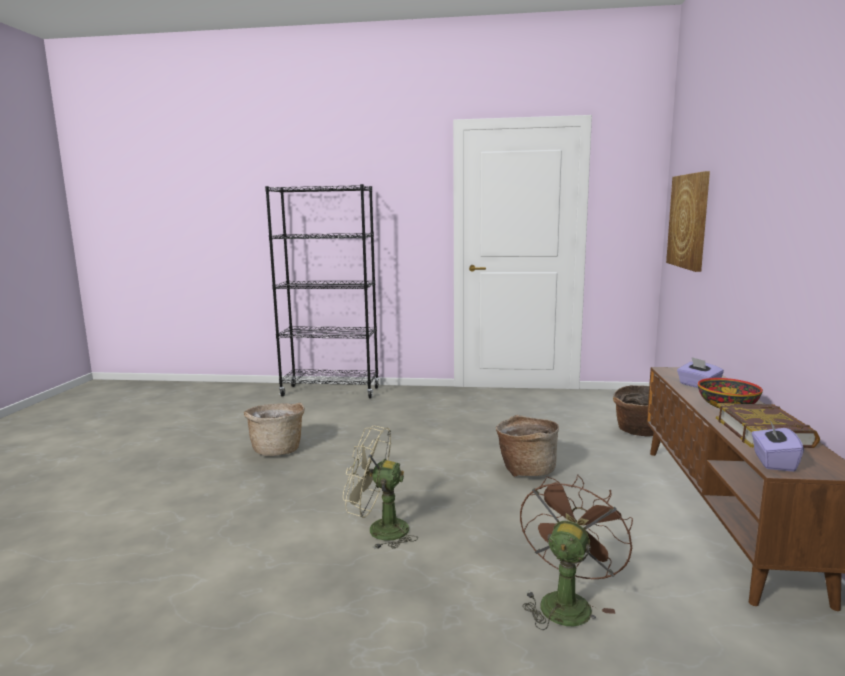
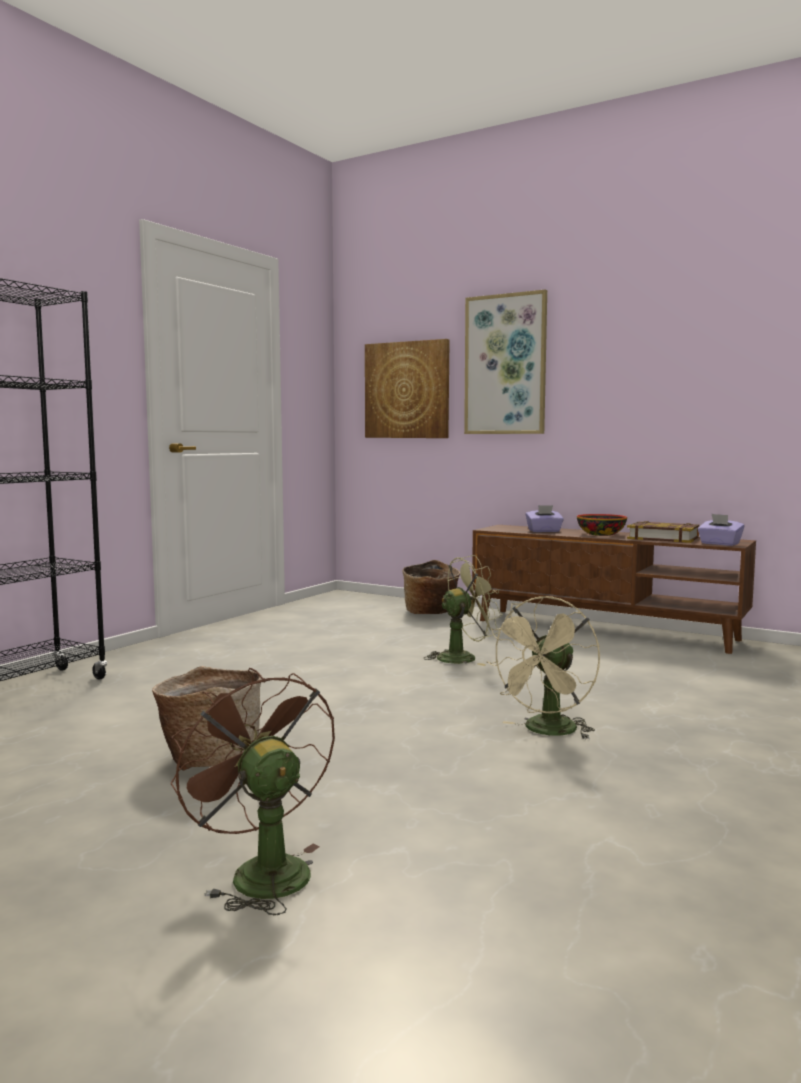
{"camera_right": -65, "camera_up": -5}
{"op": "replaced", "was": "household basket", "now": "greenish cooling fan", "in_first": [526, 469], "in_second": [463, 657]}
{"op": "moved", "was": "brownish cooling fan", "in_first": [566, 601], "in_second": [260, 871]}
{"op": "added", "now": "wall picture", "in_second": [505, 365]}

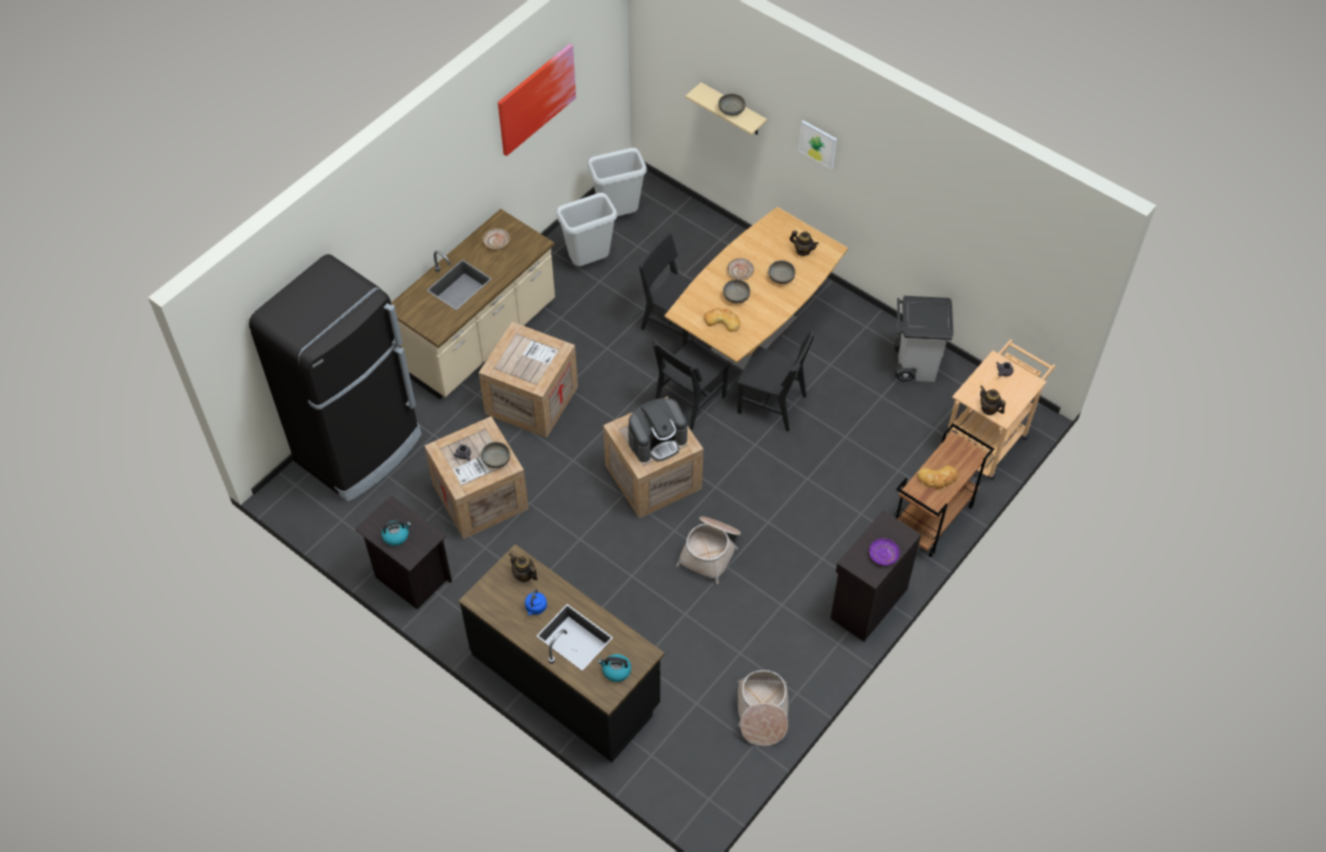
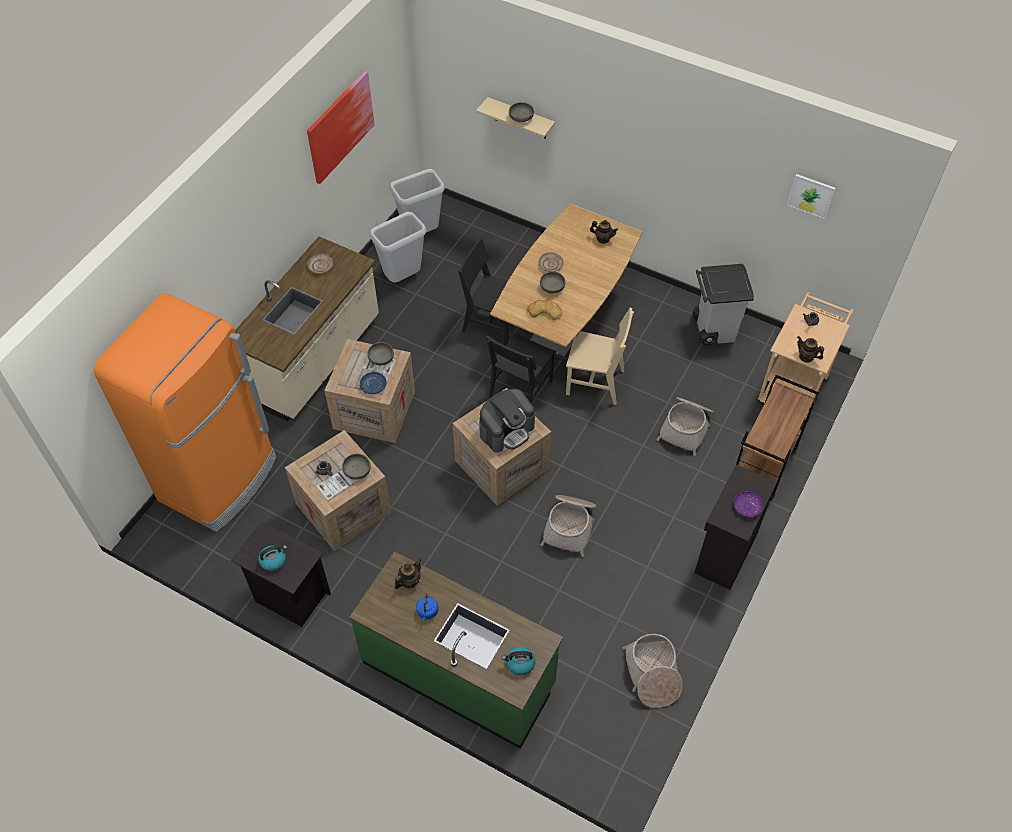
{"camera_right": -10, "camera_up": 0}
{"op": "moved", "was": "wall picture", "in_first": [818, 144], "in_second": [811, 196]}
{"op": "recoloured", "was": "black refrigerator", "now": "orange-coloured refrigerator", "in_first": [360, 449], "in_second": [219, 479]}
{"op": "moved", "was": "gray deep dish", "in_first": [781, 277], "in_second": [381, 359]}
{"op": "recoloured", "was": "black upright chair", "now": "beige-coloured upright chair", "in_first": [771, 404], "in_second": [595, 382]}
{"op": "removed", "was": "bread", "in_first": [938, 478]}
{"op": "recoloured", "was": "black kitchen counter", "now": "greenish kitchen counter", "in_first": [566, 679], "in_second": [459, 673]}
{"op": "turned", "was": "tea pot", "in_first": [524, 575], "in_second": [409, 581], "clockwise": 105}
{"op": "added", "now": "bluish plate", "in_second": [373, 385]}
{"op": "added", "now": "household basket", "in_second": [686, 427]}

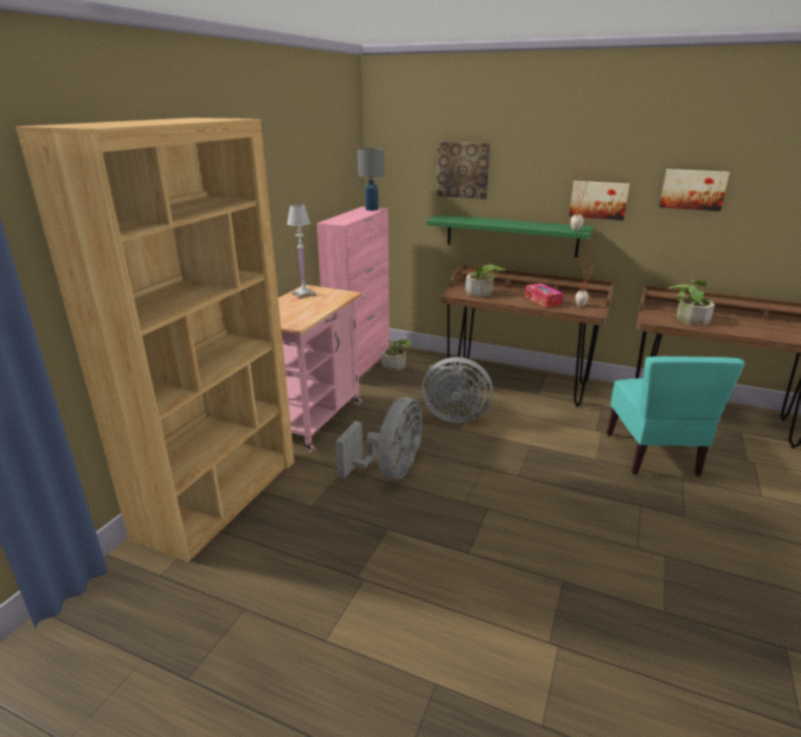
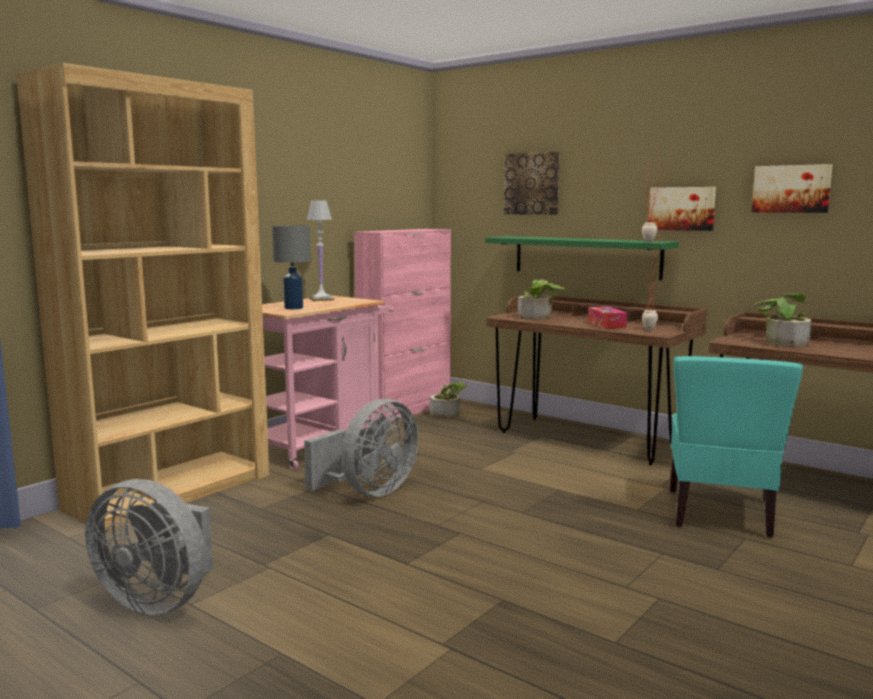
{"camera_right": 15, "camera_up": -15}
{"op": "moved", "was": "gray table lamp", "in_first": [371, 209], "in_second": [293, 308]}
{"op": "moved", "was": "gray cooling fan", "in_first": [453, 416], "in_second": [158, 601]}

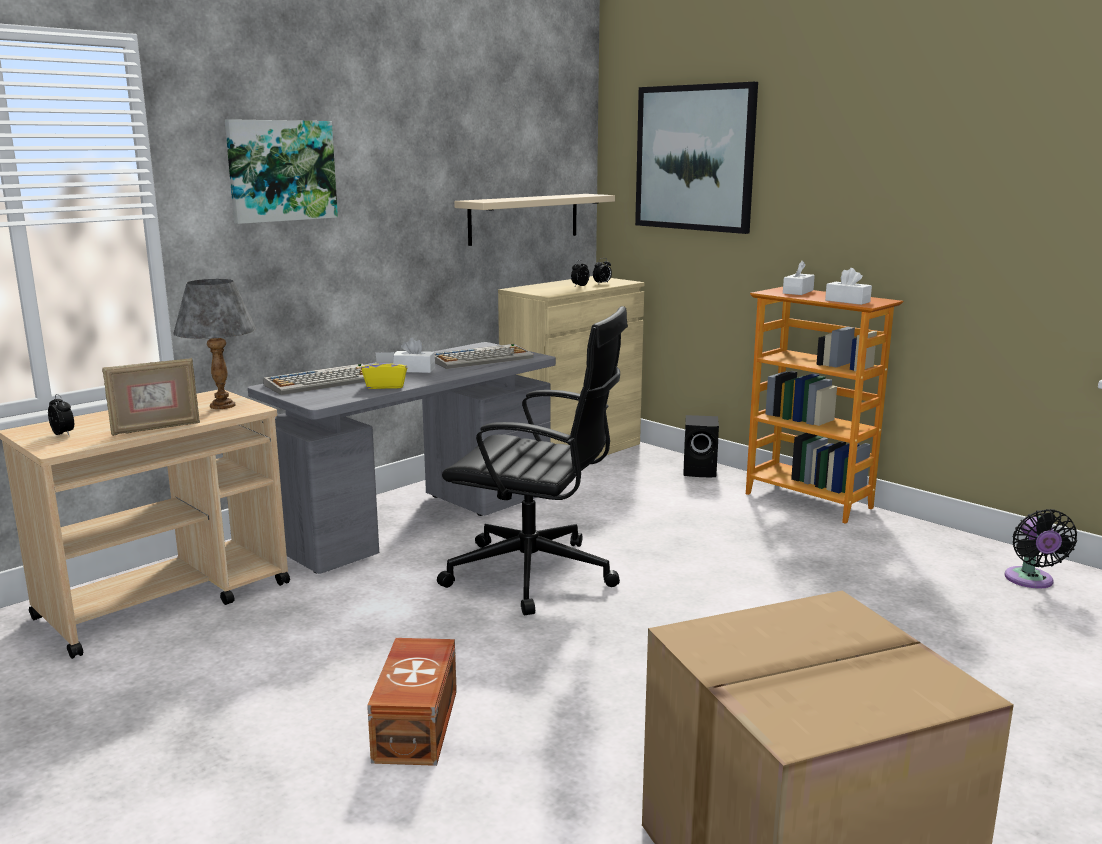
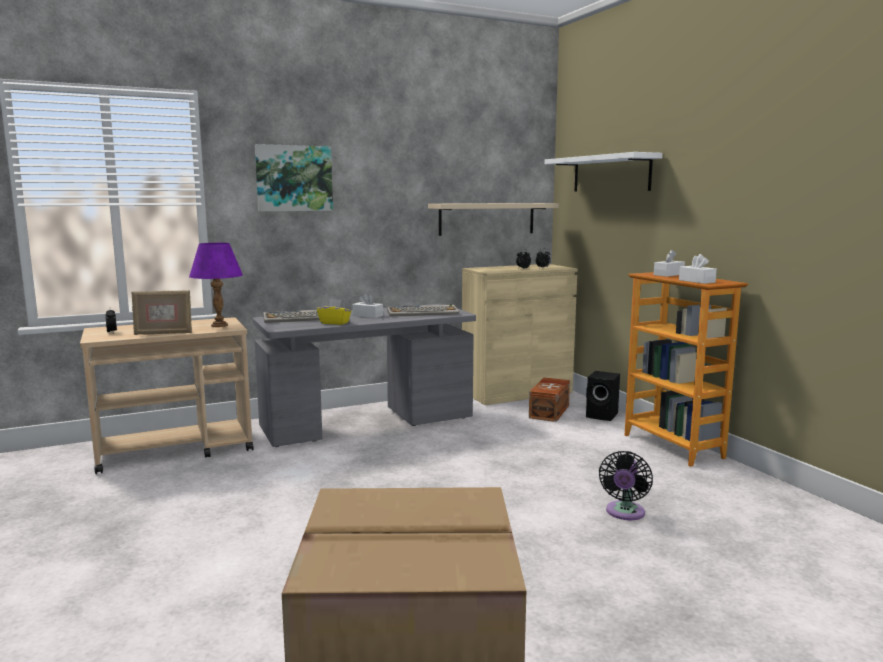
{"camera_right": 20, "camera_up": -5}
{"op": "replaced", "was": "wall picture", "now": "whitish wall shelf", "in_first": [694, 158], "in_second": [611, 174]}
{"op": "recoloured", "was": "gray table lamp", "now": "purple-coloured table lamp", "in_first": [222, 405], "in_second": [219, 325]}
{"op": "removed", "was": "black office chair", "in_first": [536, 575]}
{"op": "moved", "was": "black cooling fan", "in_first": [1030, 581], "in_second": [624, 513]}
{"op": "moved", "was": "brownish storage container", "in_first": [418, 724], "in_second": [550, 411]}

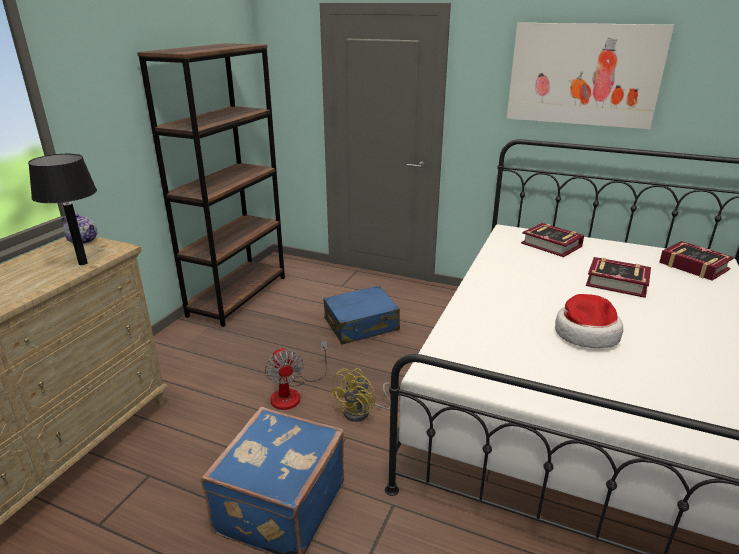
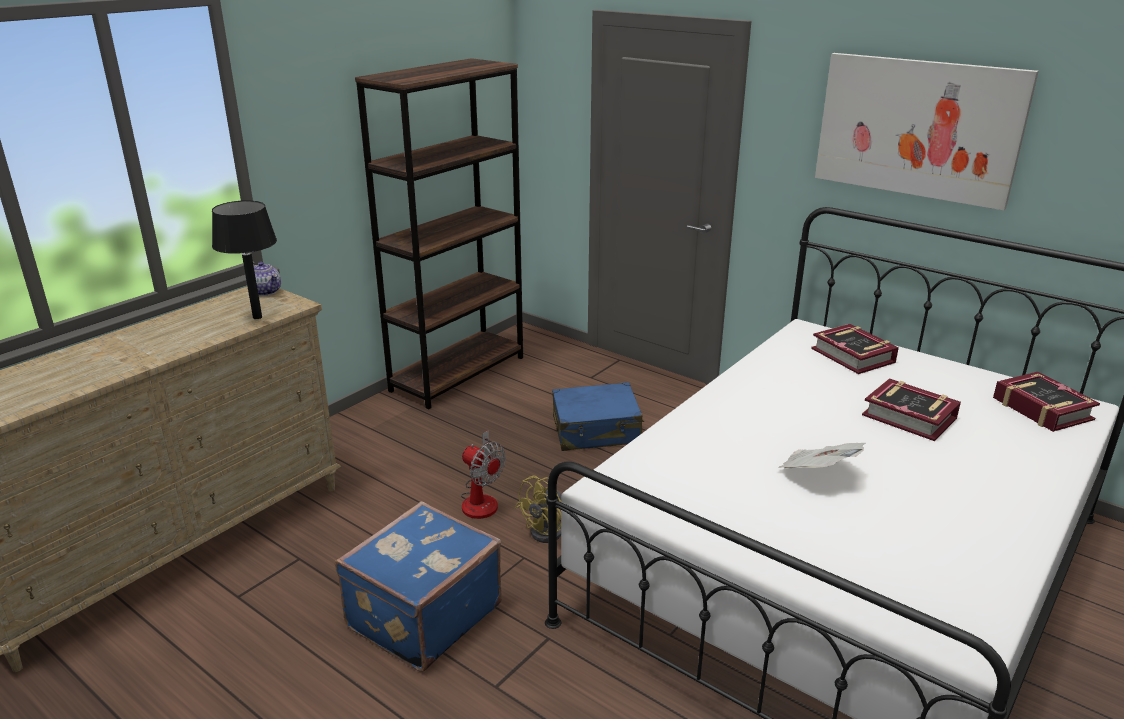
{"camera_right": 15, "camera_up": 0}
{"op": "replaced", "was": "hat", "now": "newspaper", "in_first": [585, 333], "in_second": [818, 473]}
{"op": "turned", "was": "cooling fan", "in_first": [293, 393], "in_second": [481, 499], "clockwise": -45}

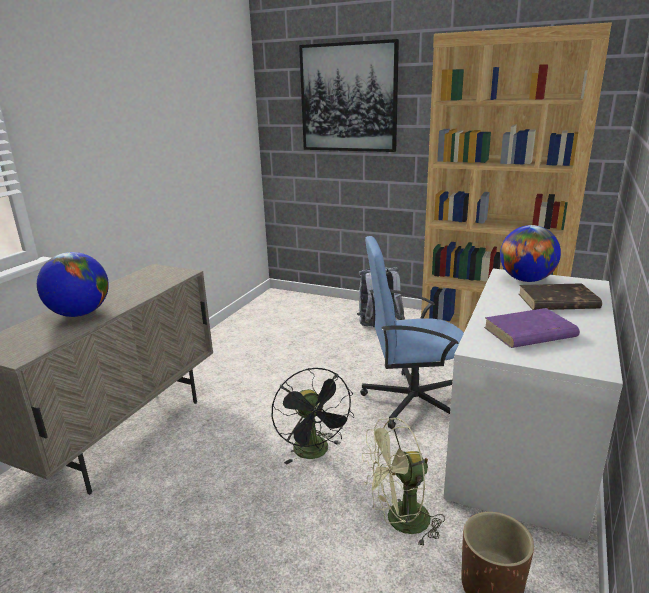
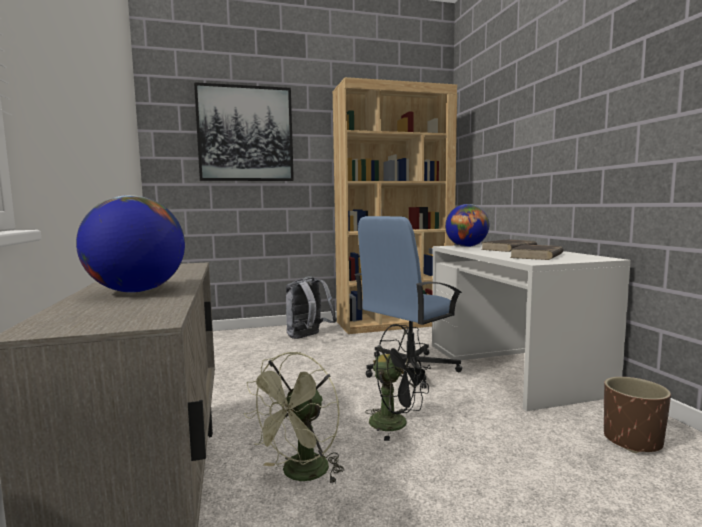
{"camera_right": -40, "camera_up": -15}
{"op": "recoloured", "was": "purple-coloured book", "now": "brownish book", "in_first": [529, 333], "in_second": [537, 256]}
{"op": "moved", "was": "greenish cooling fan", "in_first": [400, 522], "in_second": [300, 475]}

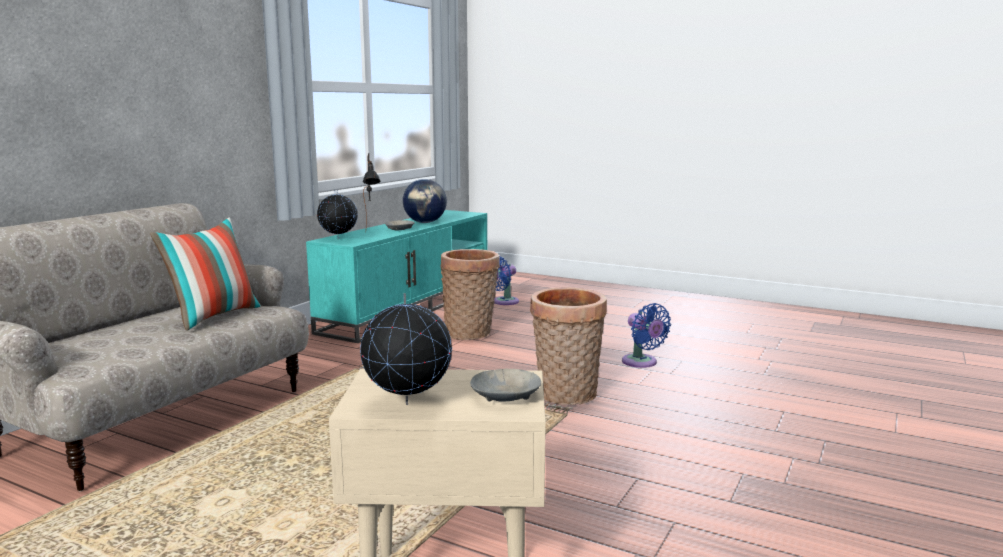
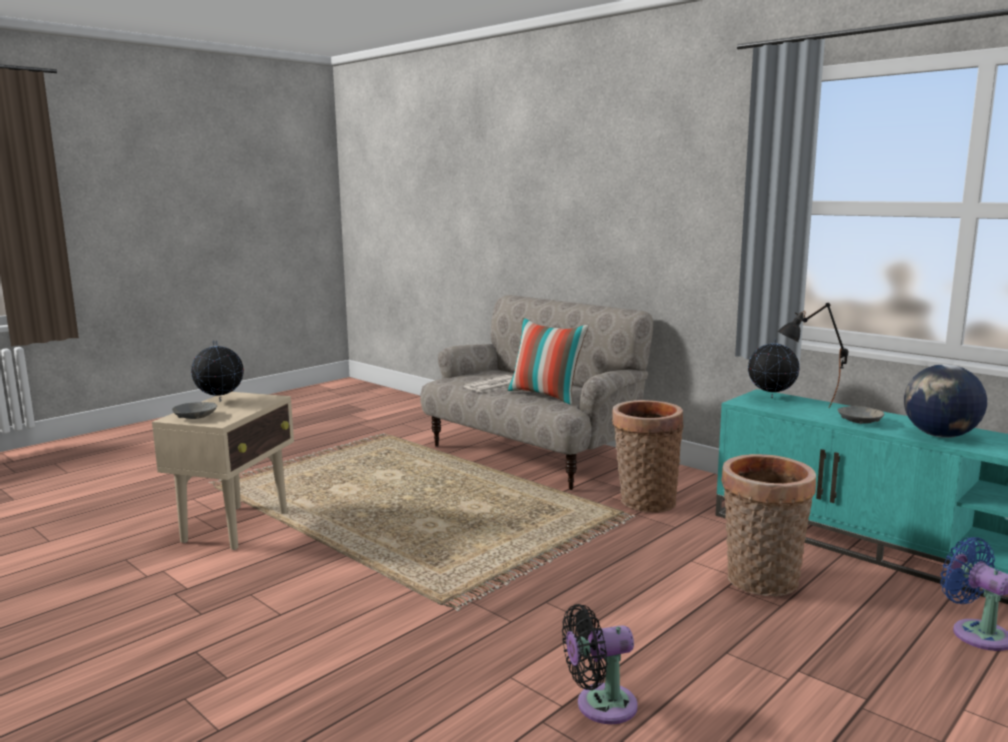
{"camera_right": 105, "camera_up": 0}
{"op": "moved", "was": "household basket", "in_first": [566, 396], "in_second": [644, 501]}
{"op": "recoloured", "was": "bluish cooling fan", "now": "black cooling fan", "in_first": [642, 363], "in_second": [600, 706]}
{"op": "added", "now": "newspaper", "in_second": [493, 385]}

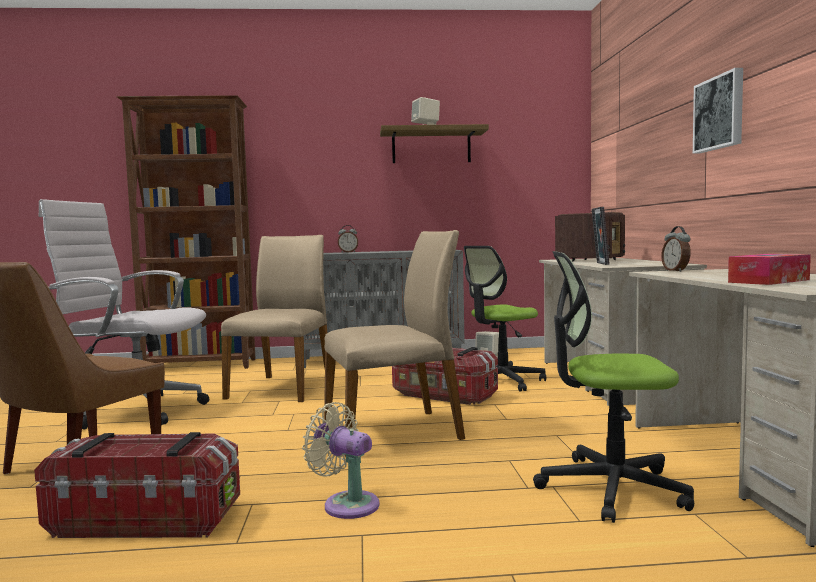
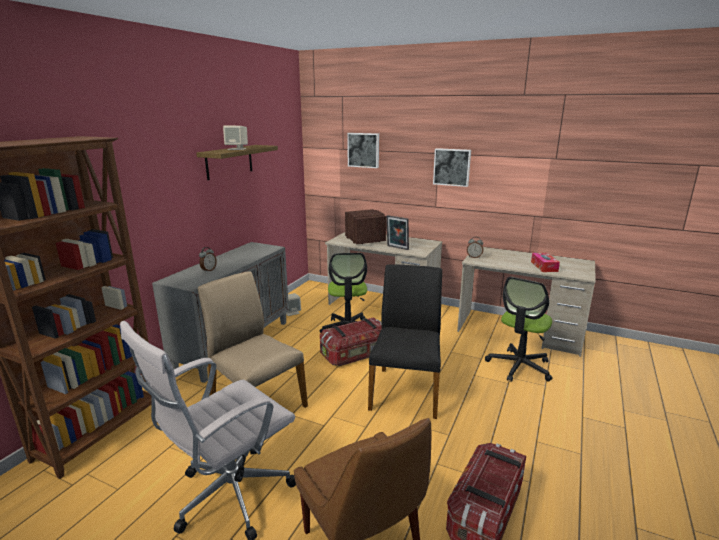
{"camera_right": -60, "camera_up": 15}
{"op": "recoloured", "was": "beige-coloured upright chair", "now": "black upright chair", "in_first": [394, 431], "in_second": [406, 391]}
{"op": "removed", "was": "beige-coloured cooling fan", "in_first": [346, 504]}
{"op": "added", "now": "wall picture", "in_second": [363, 150]}

